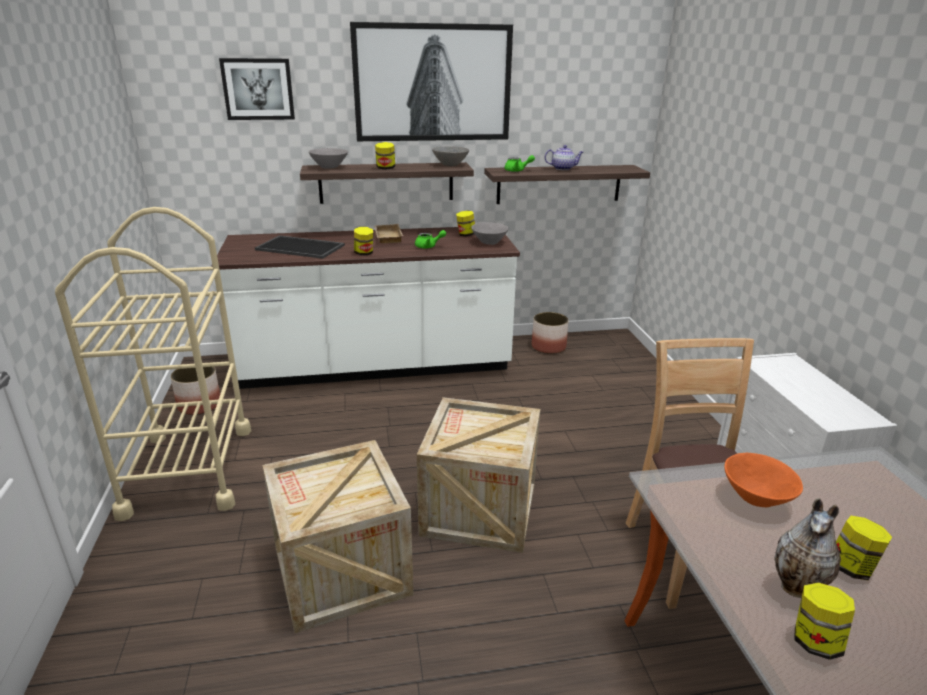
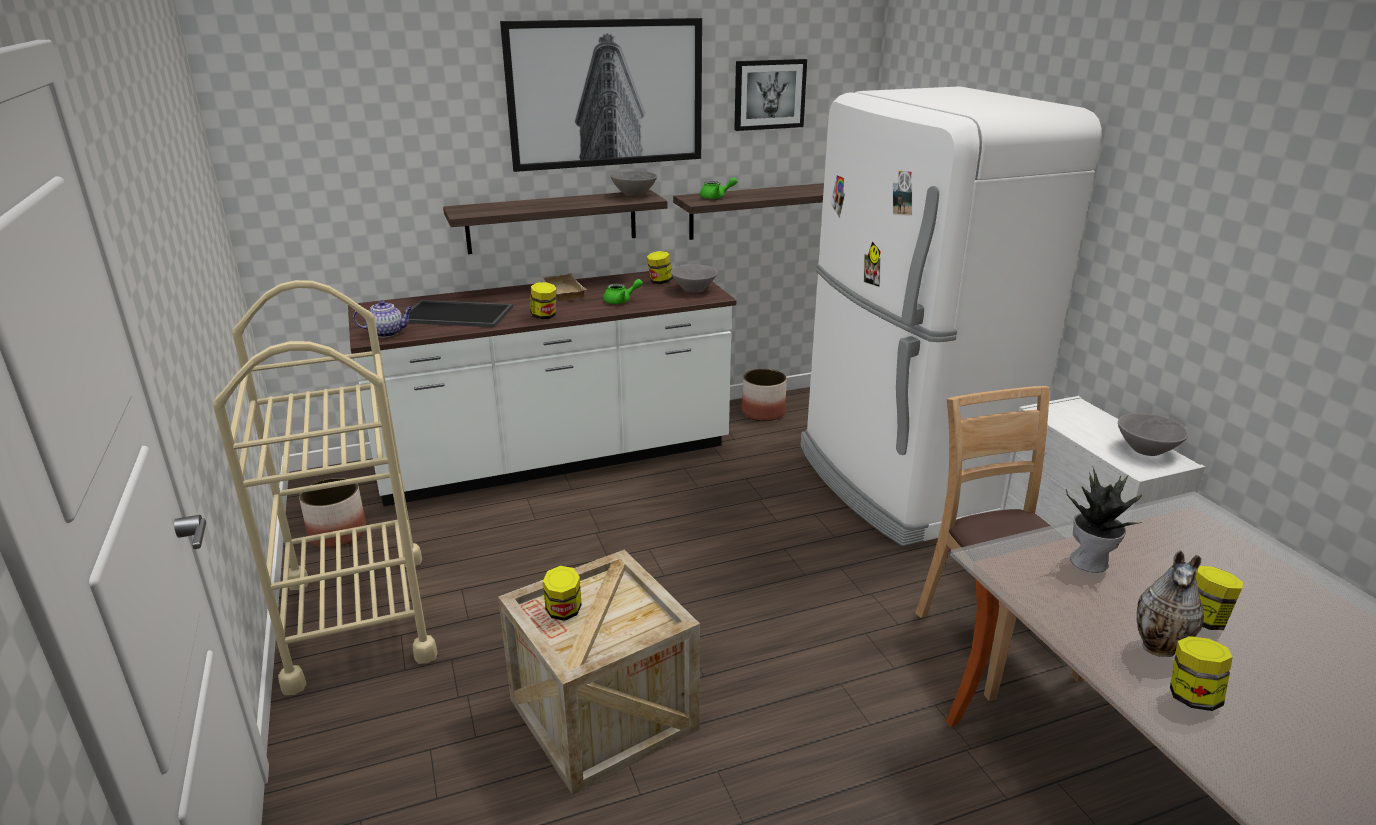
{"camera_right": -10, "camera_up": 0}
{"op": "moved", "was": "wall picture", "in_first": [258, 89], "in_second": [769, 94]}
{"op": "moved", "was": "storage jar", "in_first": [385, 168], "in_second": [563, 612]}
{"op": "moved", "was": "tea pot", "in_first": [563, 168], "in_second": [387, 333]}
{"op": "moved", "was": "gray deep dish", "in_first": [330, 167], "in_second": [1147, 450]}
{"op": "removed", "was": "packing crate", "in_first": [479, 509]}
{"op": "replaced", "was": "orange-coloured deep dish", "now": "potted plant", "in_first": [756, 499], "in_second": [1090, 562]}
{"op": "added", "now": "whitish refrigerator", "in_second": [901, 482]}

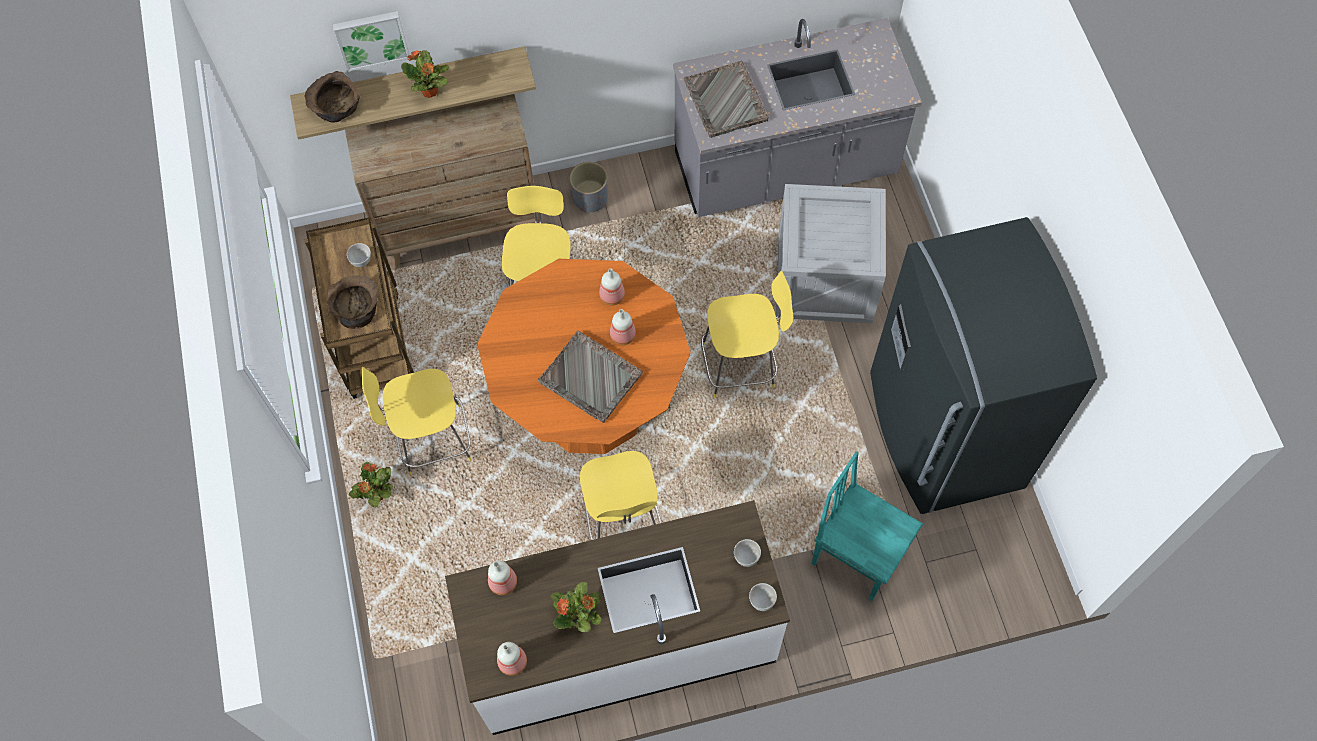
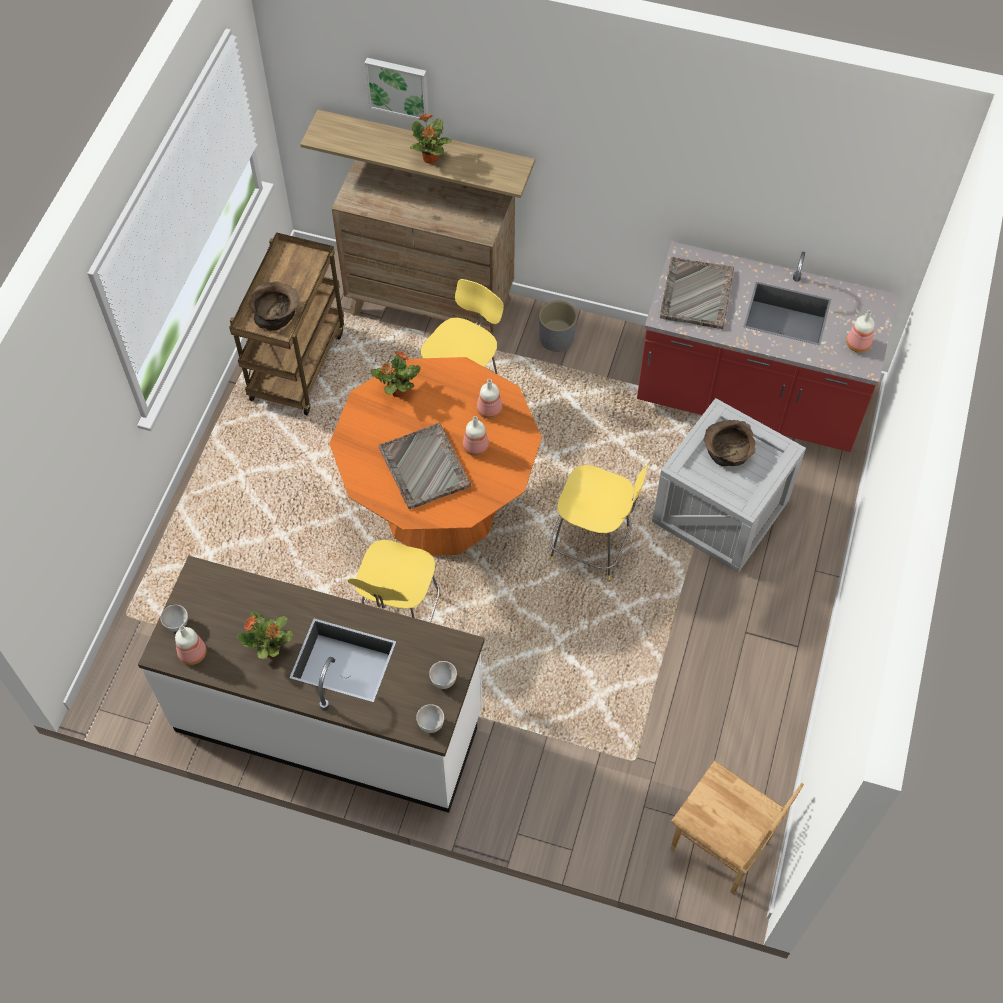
{"camera_right": 30, "camera_up": -5}
{"op": "recoloured", "was": "gray kitchen counter", "now": "red-coloured kitchen counter", "in_first": [785, 168], "in_second": [749, 398]}
{"op": "moved", "was": "brownish deep dish", "in_first": [336, 107], "in_second": [727, 451]}
{"op": "removed", "was": "gray refrigerator", "in_first": [942, 431]}
{"op": "moved", "was": "whitish deep dish", "in_first": [362, 261], "in_second": [177, 624]}
{"op": "removed", "was": "yellowish stool seat", "in_first": [431, 440]}
{"op": "removed", "was": "turquoise-coloured upright chair", "in_first": [856, 556]}
{"op": "moved", "was": "potted plant", "in_first": [377, 495], "in_second": [397, 391]}
{"op": "moved", "was": "drink bottle", "in_first": [504, 583], "in_second": [858, 345]}
{"op": "added", "now": "brownish upright chair", "in_second": [719, 848]}

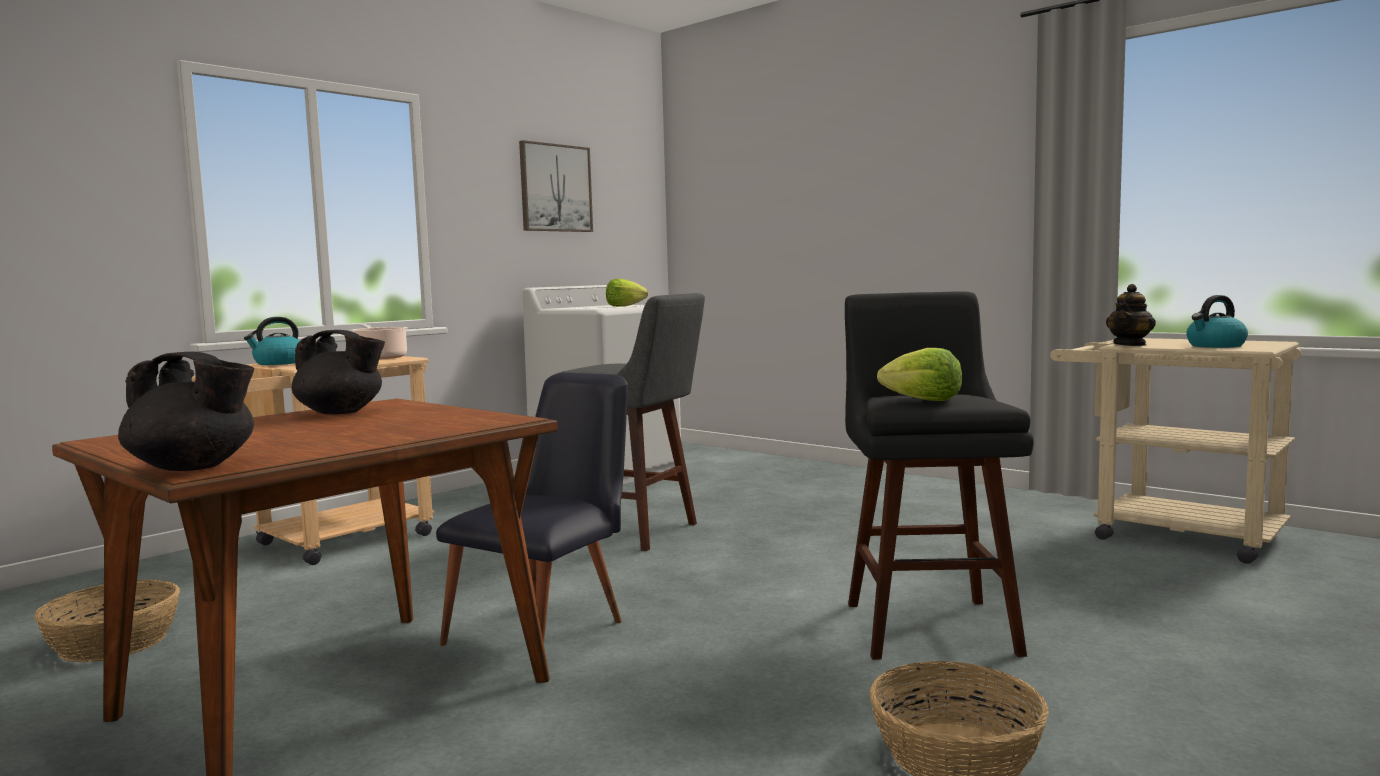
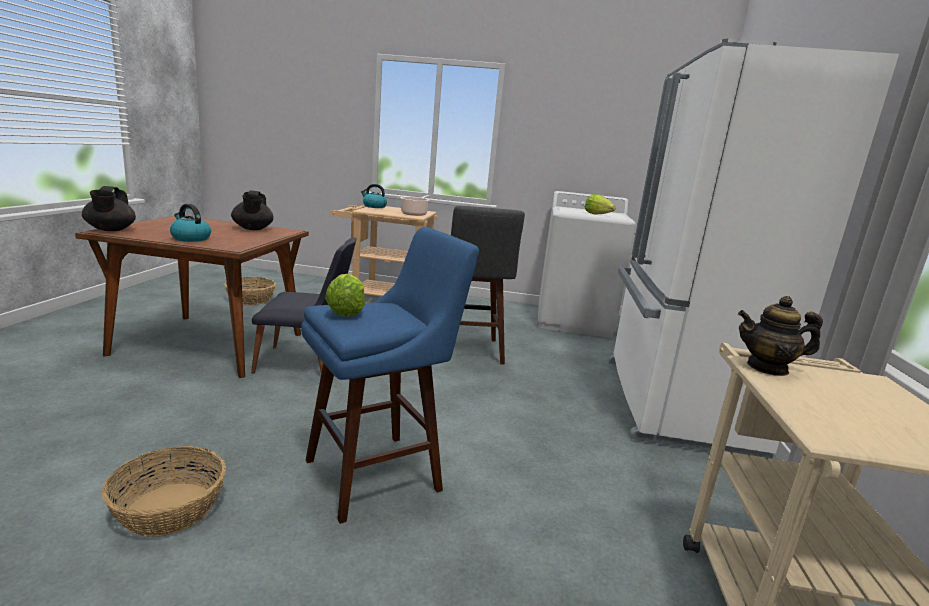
{"camera_right": 55, "camera_up": 10}
{"op": "removed", "was": "wall picture", "in_first": [555, 188]}
{"op": "recoloured", "was": "black stool seat", "now": "bluish stool seat", "in_first": [928, 624], "in_second": [379, 473]}
{"op": "moved", "was": "kettle", "in_first": [1215, 346], "in_second": [190, 238]}
{"op": "added", "now": "whitish refrigerator", "in_second": [672, 403]}

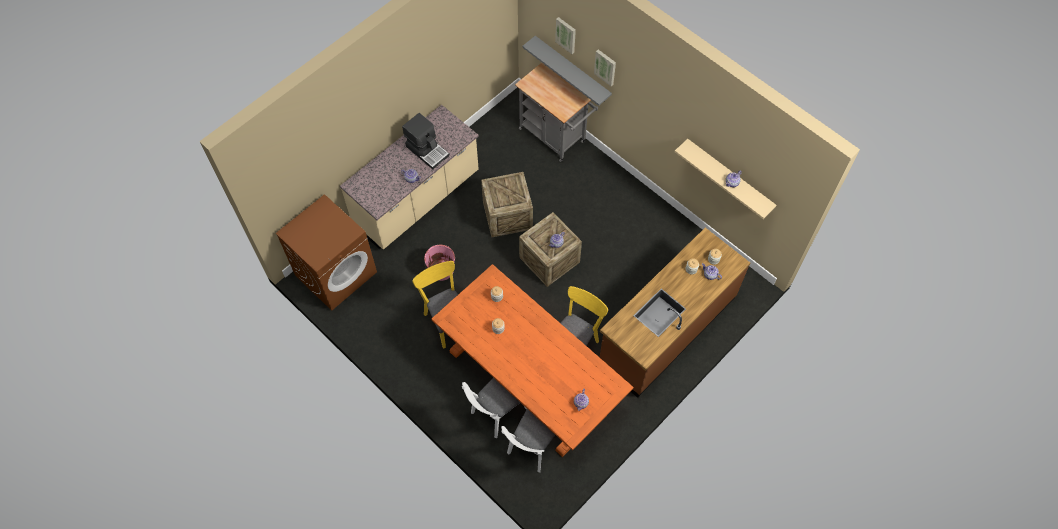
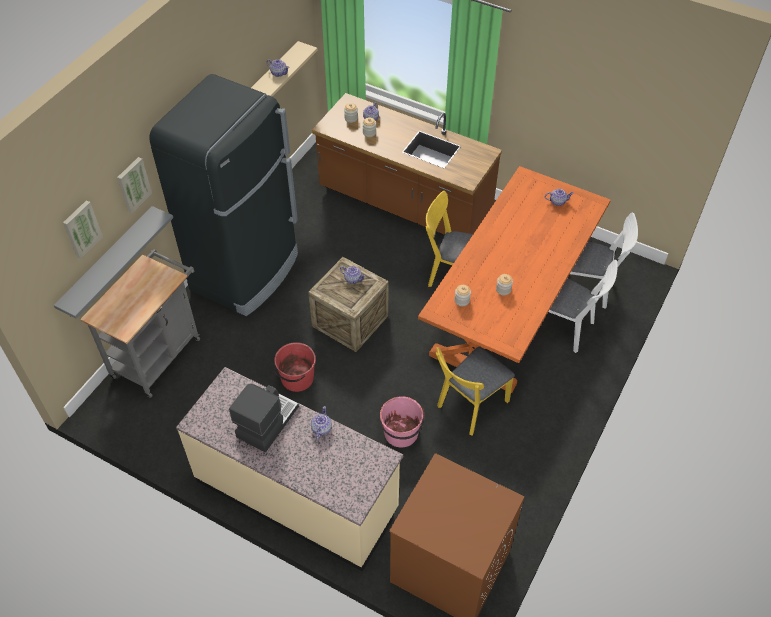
{"camera_right": -105, "camera_up": -10}
{"op": "replaced", "was": "packing crate", "now": "red-coloured bucket", "in_first": [507, 215], "in_second": [296, 378]}
{"op": "added", "now": "black refrigerator", "in_second": [246, 272]}

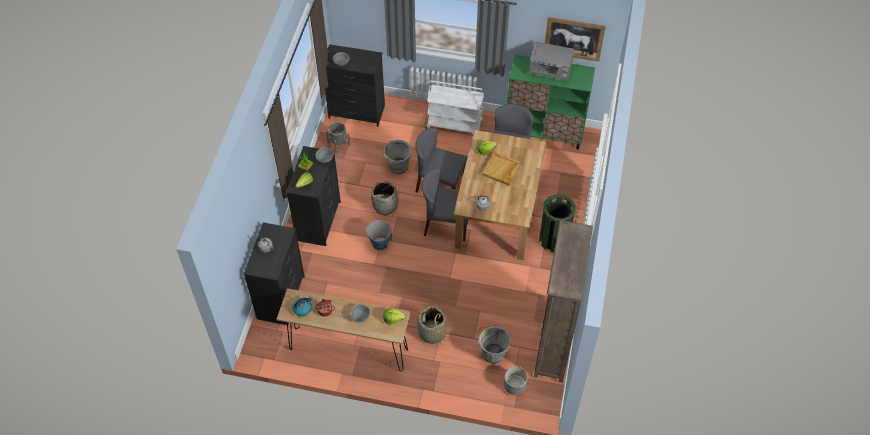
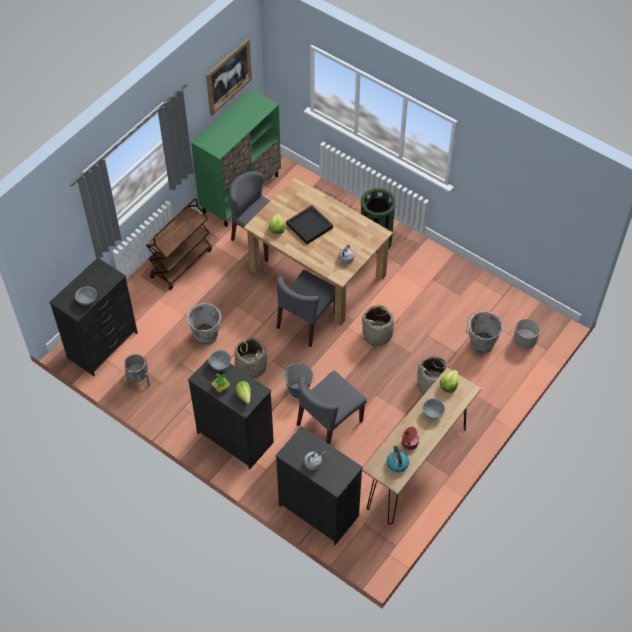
{"camera_right": -65, "camera_up": 0}
{"op": "removed", "was": "gray microwave", "in_first": [550, 71]}
{"op": "recoloured", "was": "whitish wheeled cart", "now": "brownish wheeled cart", "in_first": [455, 125], "in_second": [181, 263]}
{"op": "moved", "was": "gray upright chair", "in_first": [440, 185], "in_second": [329, 423]}
{"op": "recoloured", "was": "beige-coloured carrying tray", "now": "black carrying tray", "in_first": [501, 170], "in_second": [310, 226]}
{"op": "removed", "was": "brownish bookshelf", "in_first": [553, 347]}
{"op": "added", "now": "household basket", "in_second": [377, 334]}

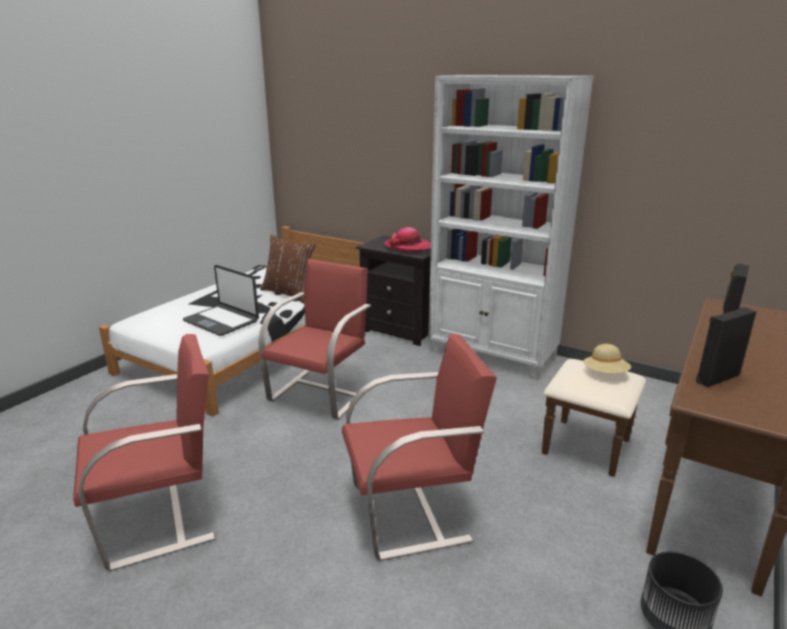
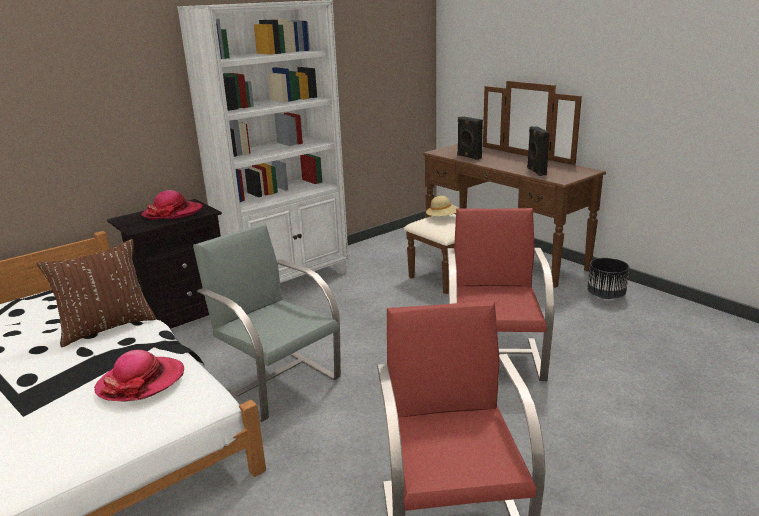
{"camera_right": -70, "camera_up": 0}
{"op": "recoloured", "was": "red-coloured upright chair", "now": "gray upright chair", "in_first": [321, 393], "in_second": [277, 382]}
{"op": "replaced", "was": "portable computer", "now": "hat", "in_first": [222, 321], "in_second": [141, 382]}

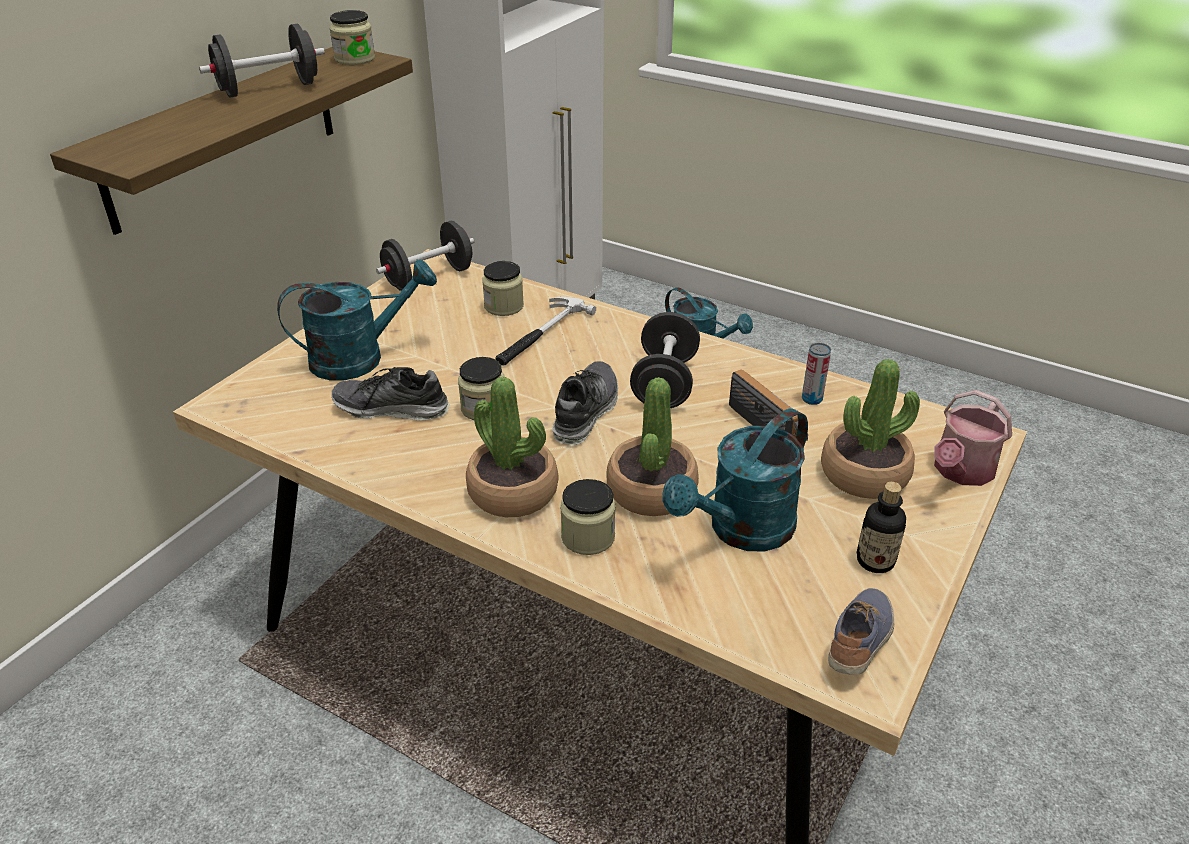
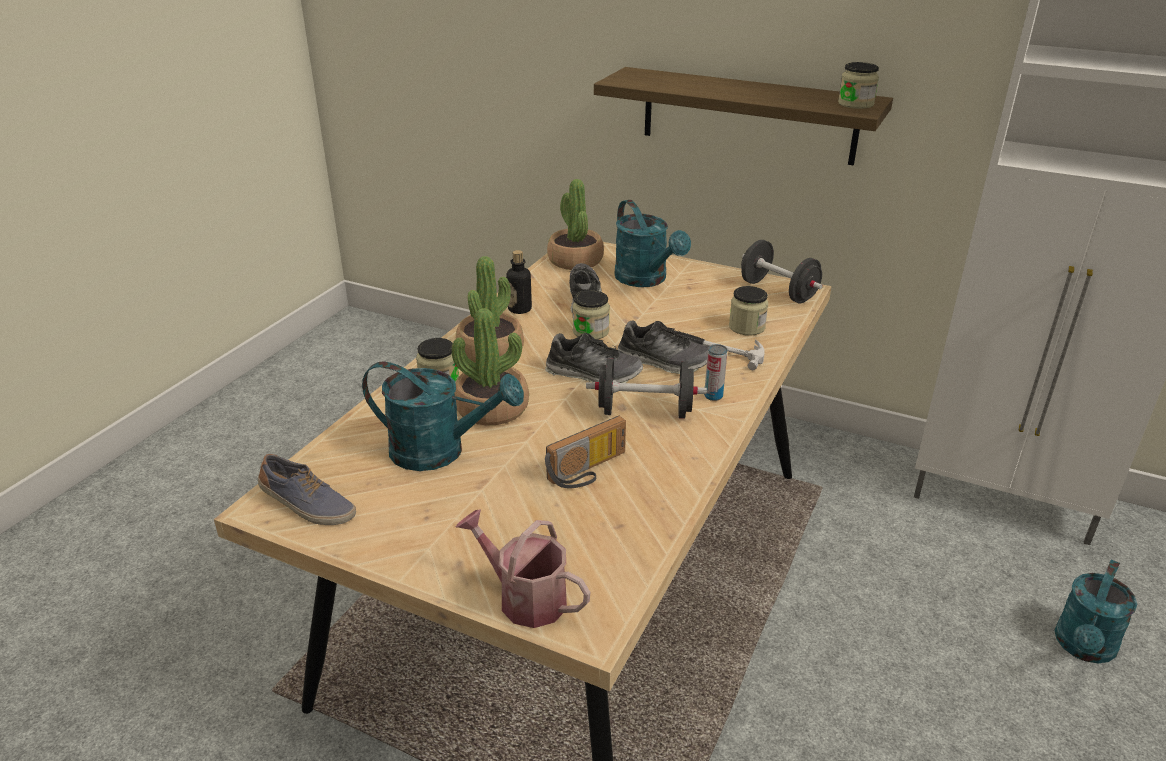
{"camera_right": 85, "camera_up": -5}
{"op": "removed", "was": "black hand weight", "in_first": [269, 89]}
{"op": "moved", "was": "sealed can", "in_first": [812, 399], "in_second": [713, 396]}
{"op": "moved", "was": "potted plant", "in_first": [864, 474], "in_second": [575, 260]}
{"op": "turned", "was": "turquoise-coloured watering can", "in_first": [741, 531], "in_second": [440, 451], "clockwise": 150}
{"op": "moved", "was": "drink bottle", "in_first": [875, 561], "in_second": [519, 309]}
{"op": "added", "now": "low shoe", "in_second": [663, 362]}

